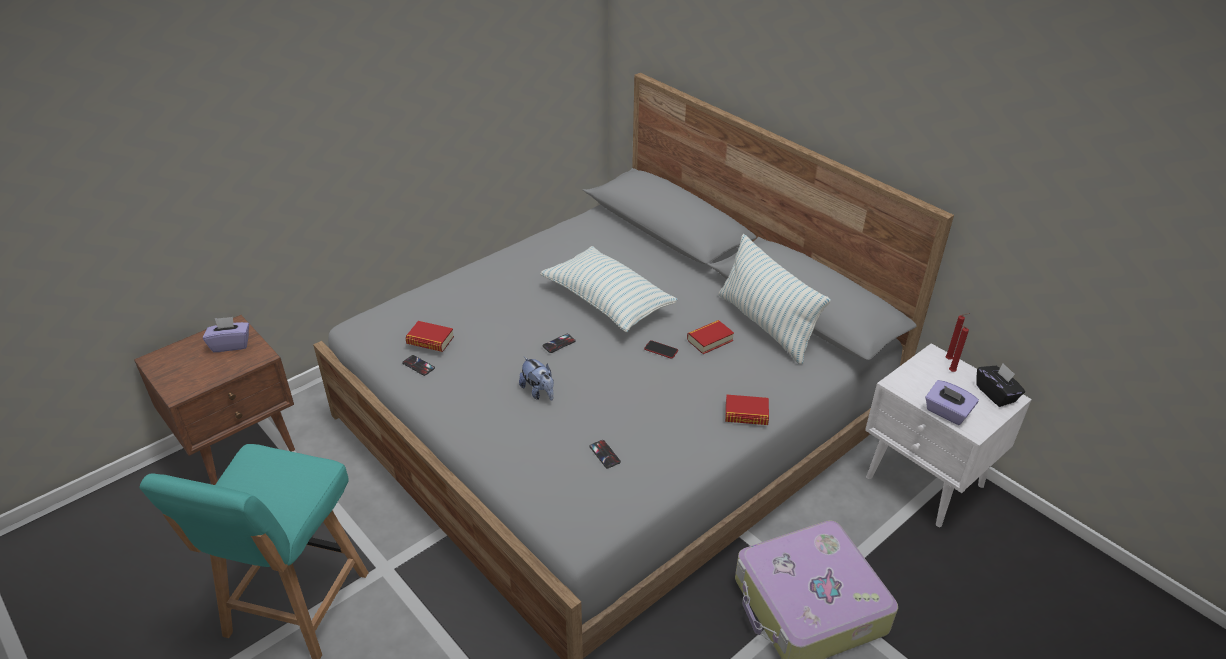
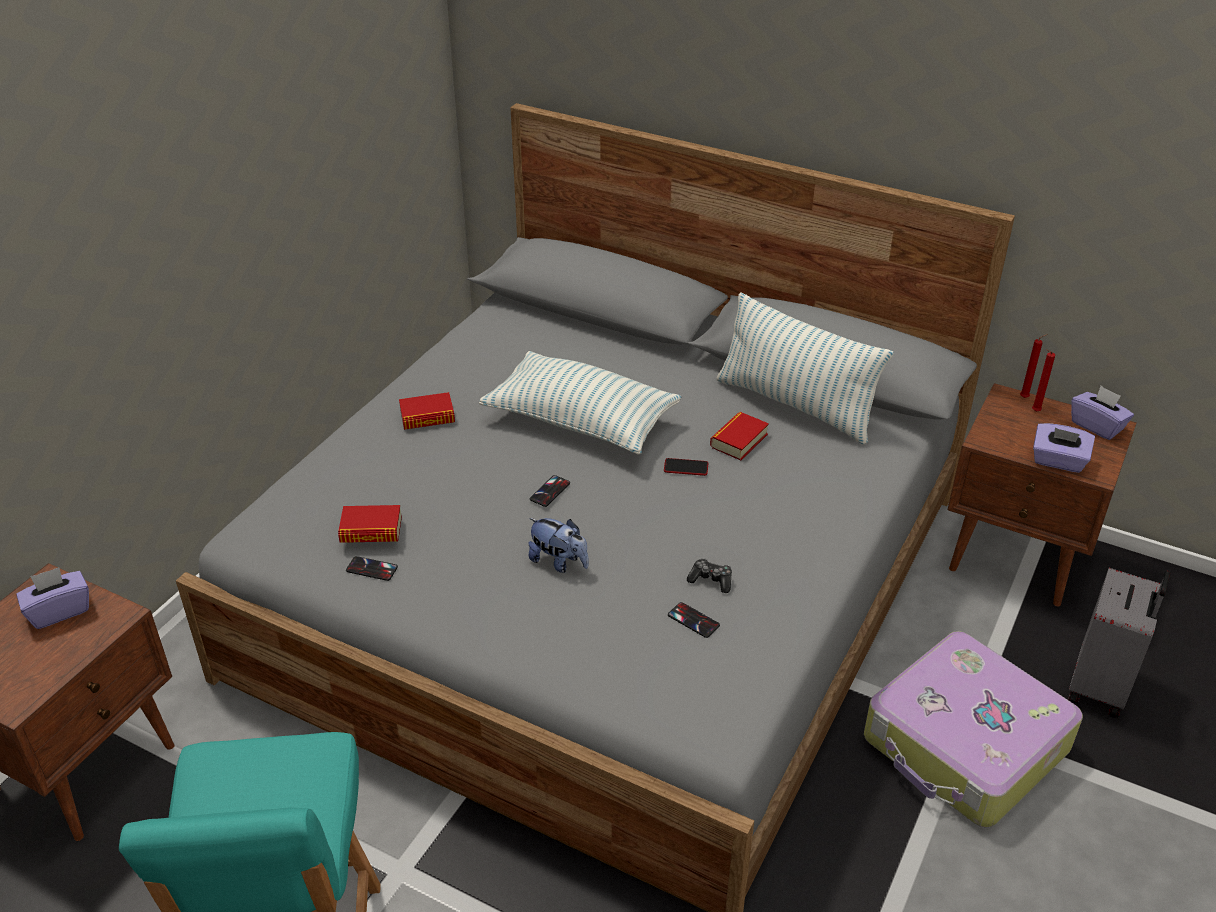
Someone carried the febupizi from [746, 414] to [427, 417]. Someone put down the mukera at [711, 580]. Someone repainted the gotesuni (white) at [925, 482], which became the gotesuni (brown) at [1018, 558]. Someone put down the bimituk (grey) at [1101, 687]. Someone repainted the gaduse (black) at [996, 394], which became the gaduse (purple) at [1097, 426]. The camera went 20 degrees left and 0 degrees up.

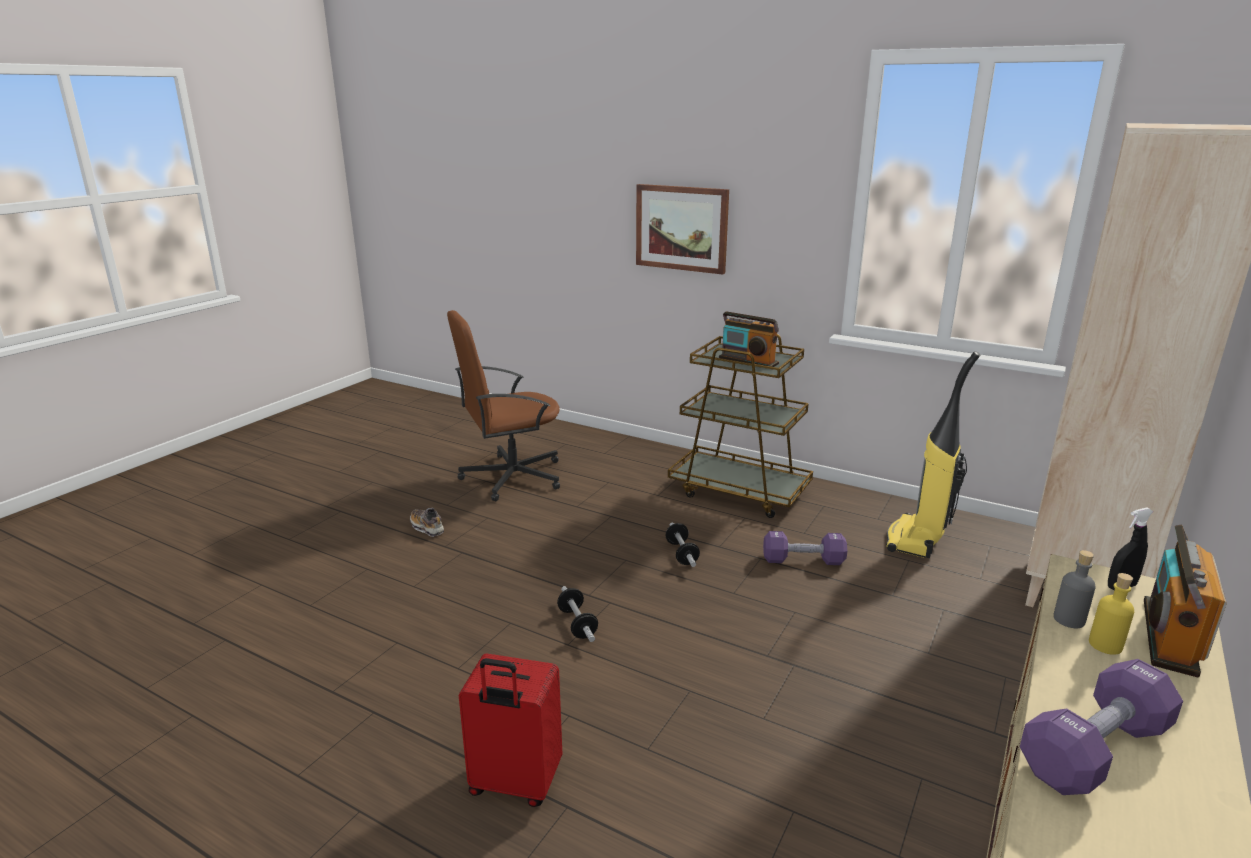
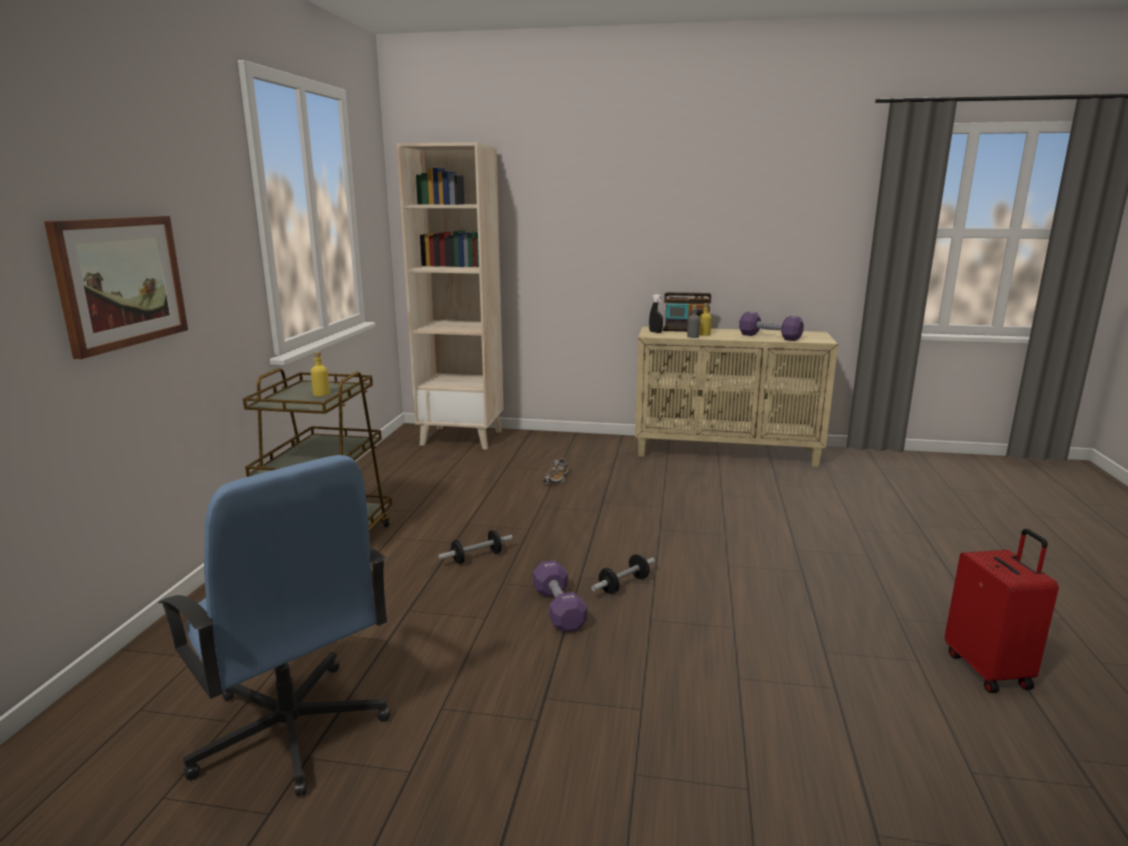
Someone repainted the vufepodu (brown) at [511, 477], which became the vufepodu (blue) at [290, 731]. Someone swapped the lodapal at [748, 361] for the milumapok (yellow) at [321, 394]. Someone carried the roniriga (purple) from [803, 560] to [558, 609]. Someone carried the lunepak from [427, 528] to [556, 479]. Someone carried the bimituk (red) from [514, 784] to [989, 670]. Someone took away the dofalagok at [916, 540]. The camera went 110 degrees left and 5 degrees down.

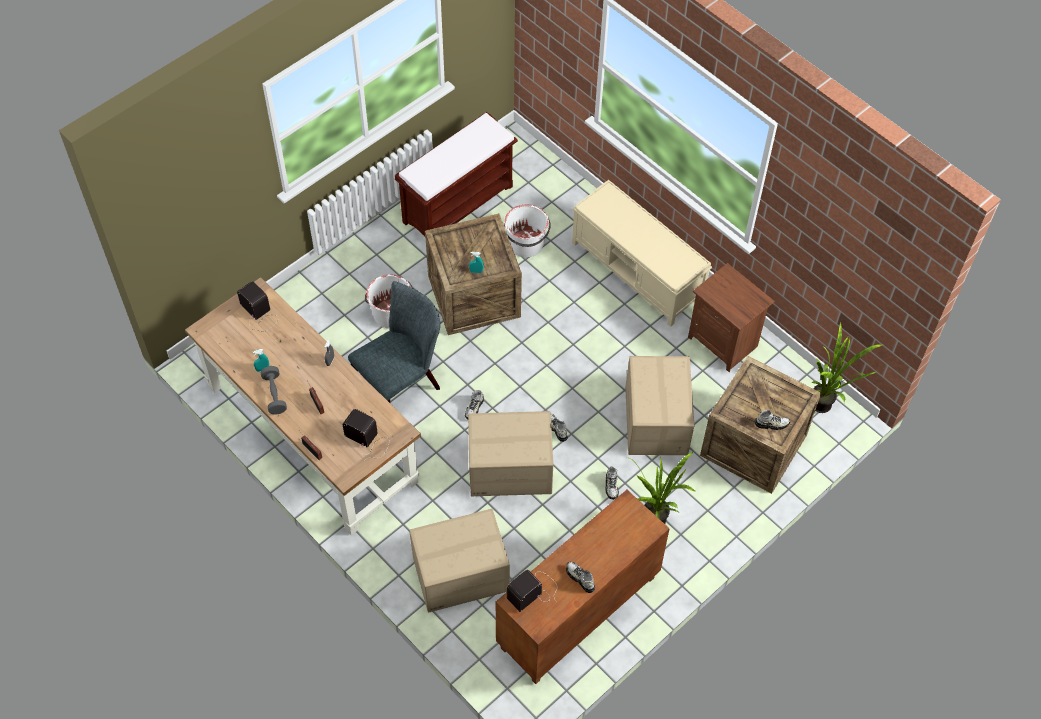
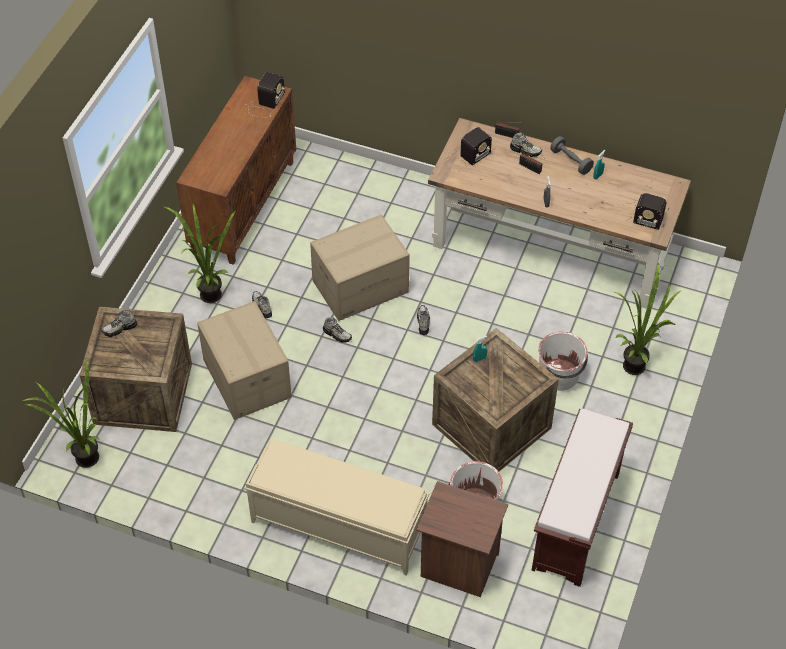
Someone carried the gotesuni (brown) from [724, 341] to [458, 566]. Someone rotated the lodapal at [368, 440] by 45 degrees counterclockwise. Someone carried the lunepak from [580, 578] to [525, 150]. Someone put down the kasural at [637, 364]. Someone took away the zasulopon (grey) at [401, 385]. Someone took away the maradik at [460, 575]. The camera went 155 degrees right and 5 degrees down.

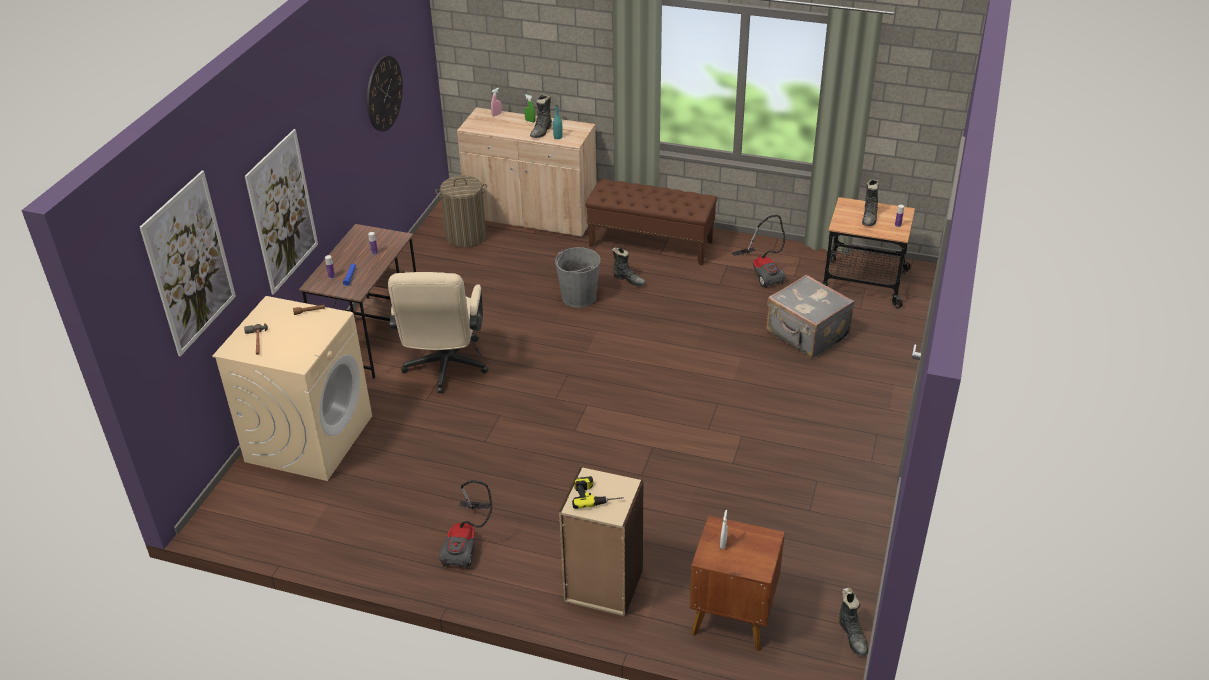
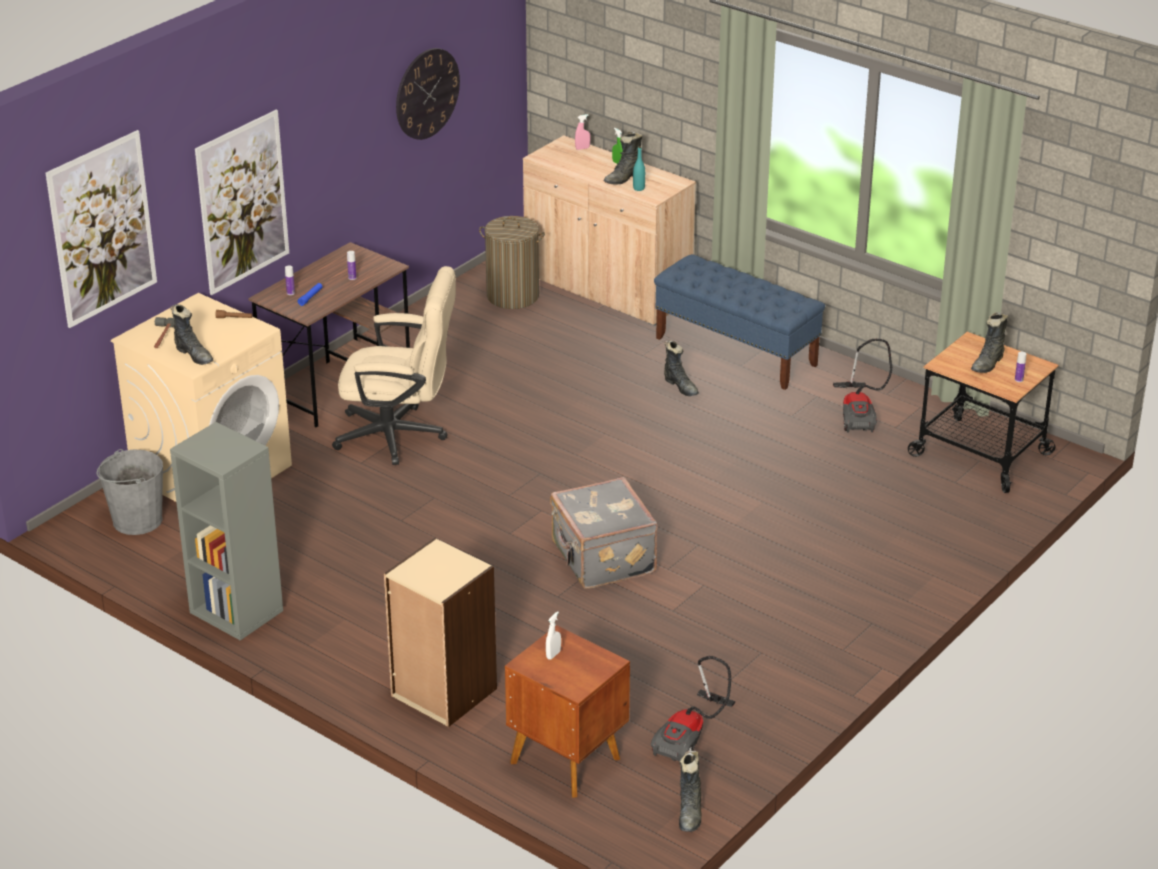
Someone carried the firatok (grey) from [578, 297] to [137, 520]. Someone put down the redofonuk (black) at [194, 355]. Someone put down the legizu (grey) at [235, 612]. Someone rotated the vufepodu (beige) at [444, 369] by 105 degrees counterclockwise. Someone carried the bimituk (grey) from [806, 335] to [601, 559]. Someone carried the dofalagok from [467, 542] to [691, 737]. Someone repainted the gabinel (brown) at [651, 244], which became the gabinel (blue) at [736, 352]. Someone took away the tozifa at [596, 495]. The camera went 20 degrees right and 5 degrees down.

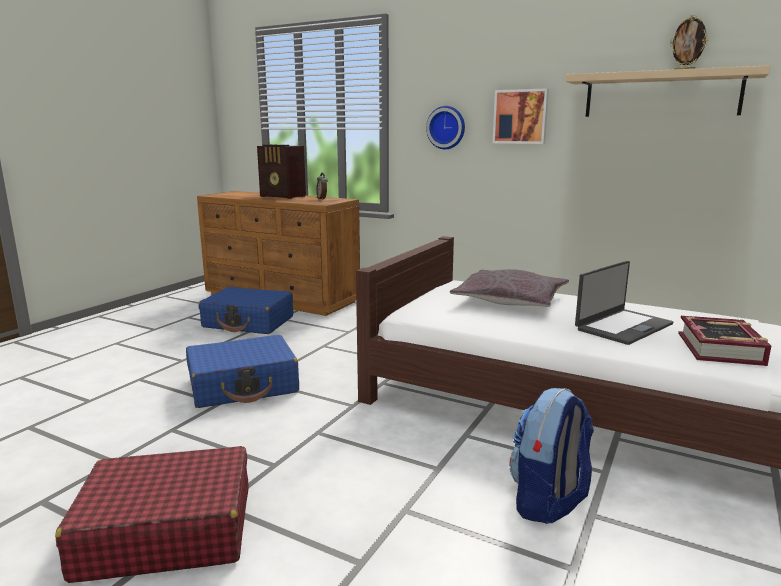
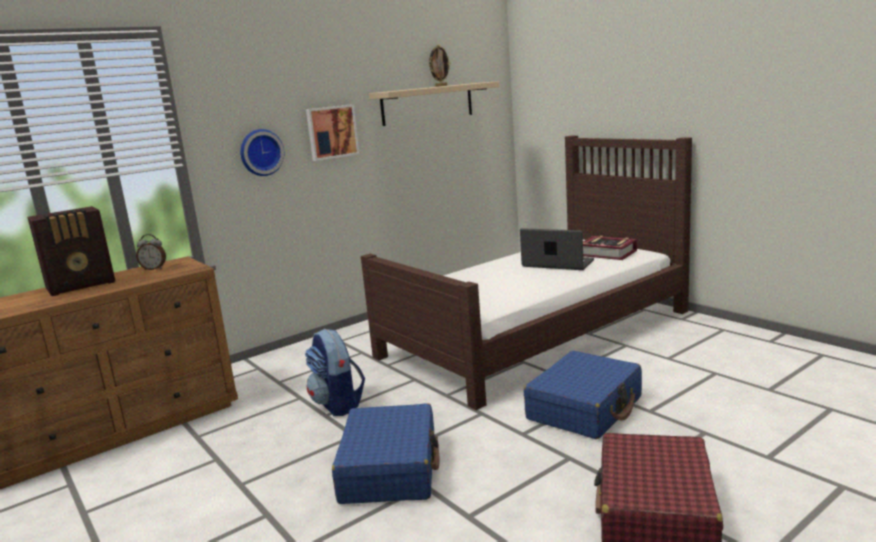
Someone carried the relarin from [548, 501] to [338, 404]. Someone rotated the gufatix at [622, 326] by 45 degrees counterclockwise. Someone carried the bimituk (blue) from [248, 322] to [585, 408]. Someone took away the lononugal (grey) at [510, 300]. The camera went 65 degrees left and 0 degrees up.

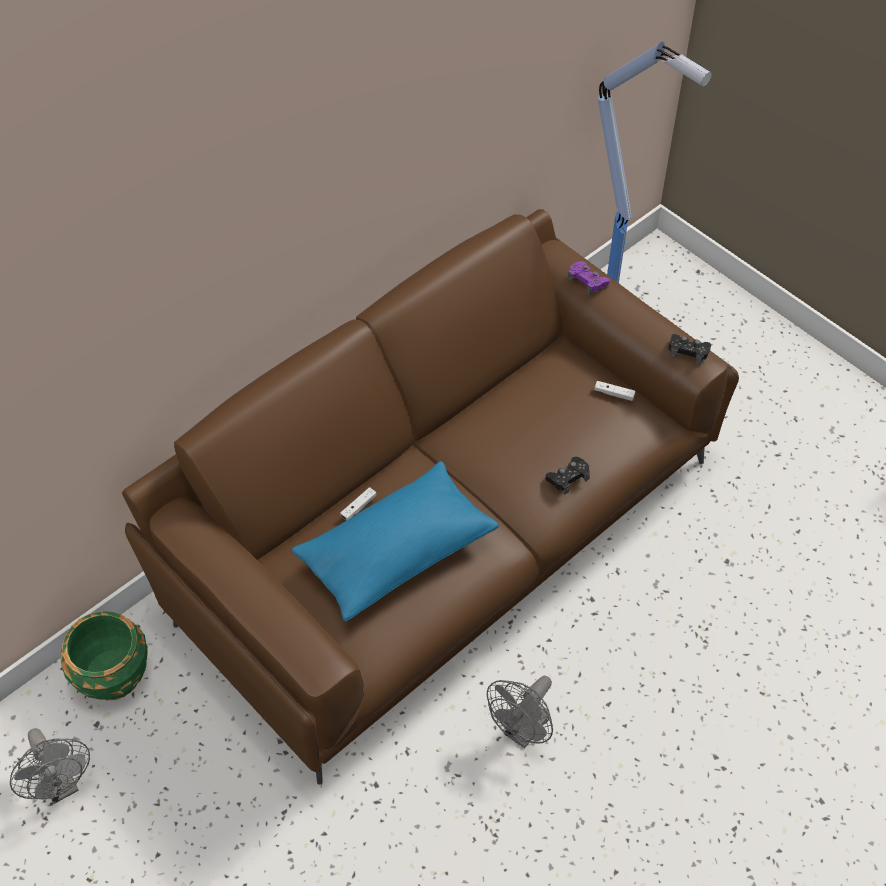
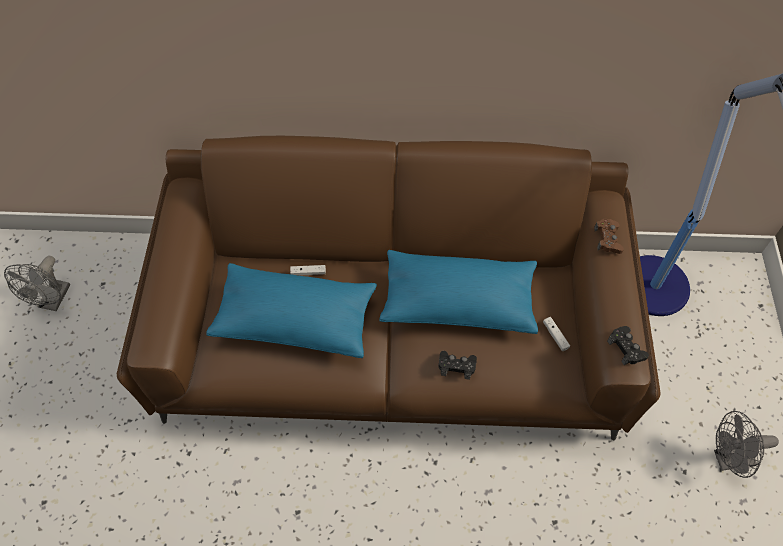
Someone put down the lononugal (blue) at [458, 302]. Someone repainted the mukera (purple) at [587, 281], which became the mukera (brown) at [608, 239]. Someone carried the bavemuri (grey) from [522, 732] to [728, 460]. Someone took away the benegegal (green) at [113, 675]. The camera went 45 degrees right and 5 degrees up.

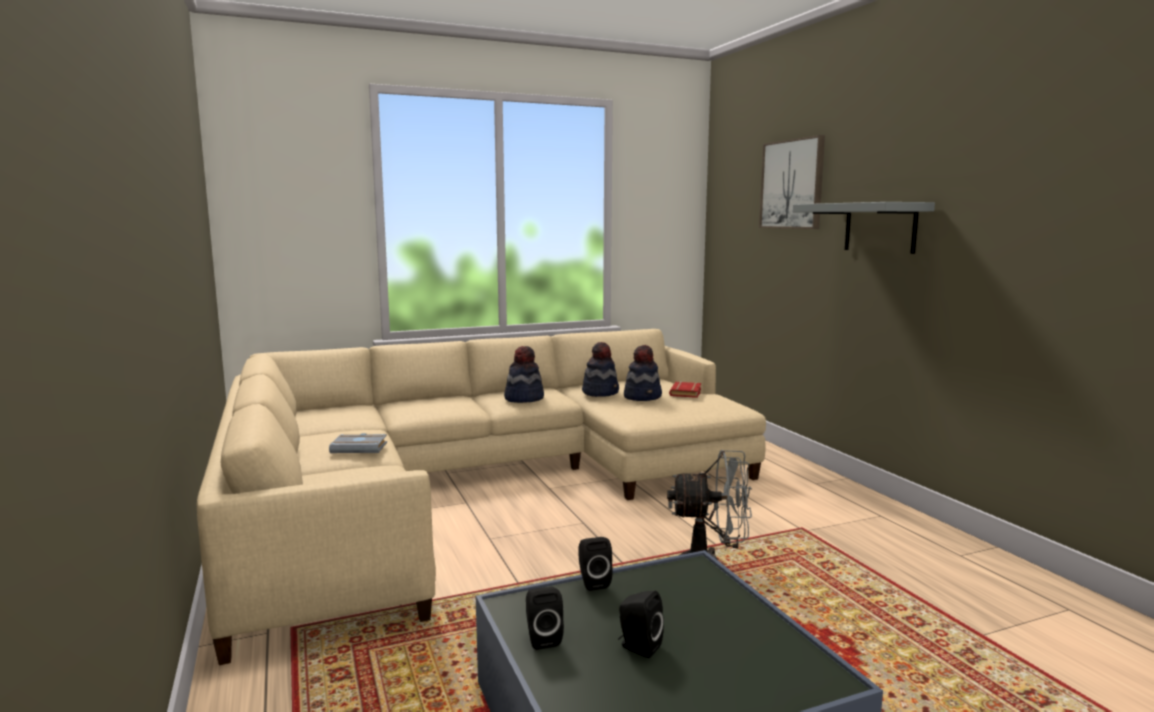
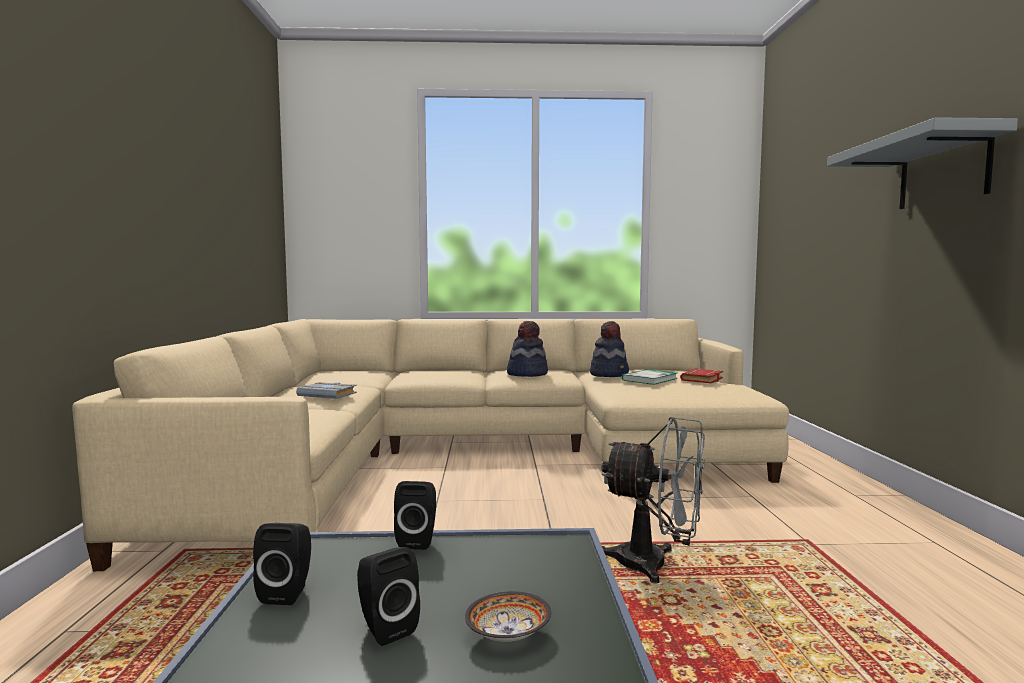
Someone put down the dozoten at [508, 636]. Someone swapped the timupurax at [643, 397] for the febupizi at [650, 379]. Someone took away the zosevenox at [792, 184]. The camera went 20 degrees right and 5 degrees down.

